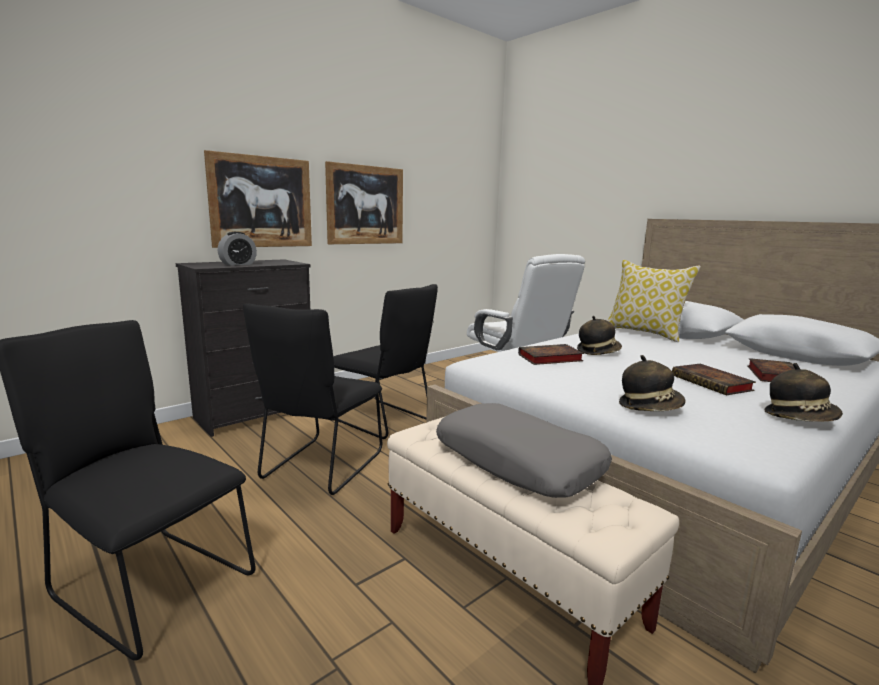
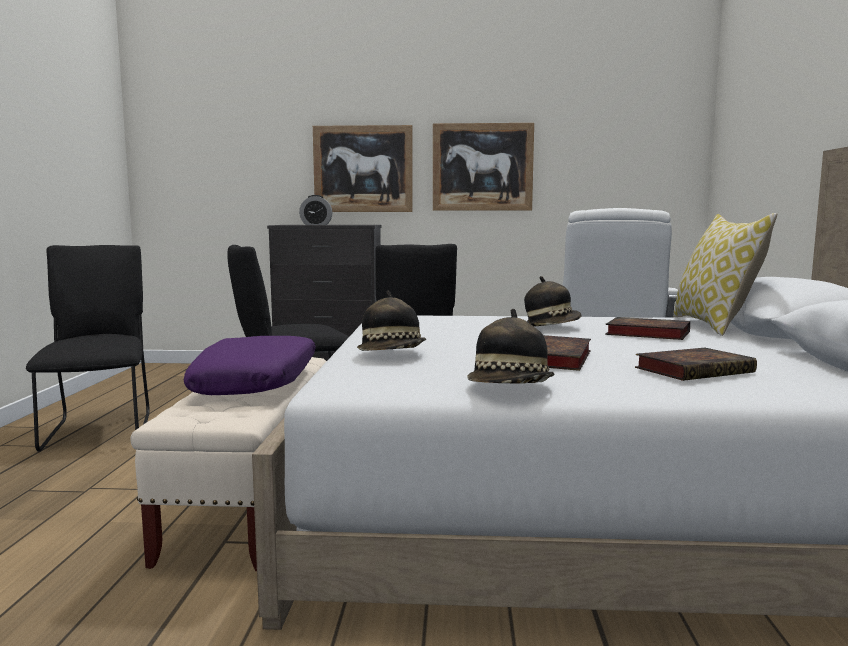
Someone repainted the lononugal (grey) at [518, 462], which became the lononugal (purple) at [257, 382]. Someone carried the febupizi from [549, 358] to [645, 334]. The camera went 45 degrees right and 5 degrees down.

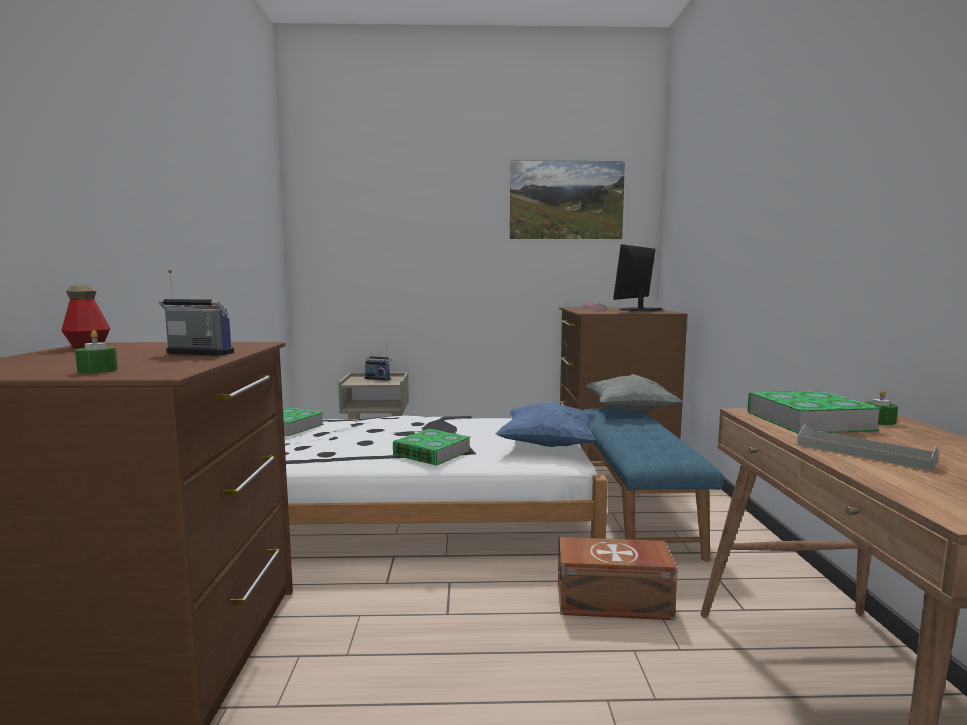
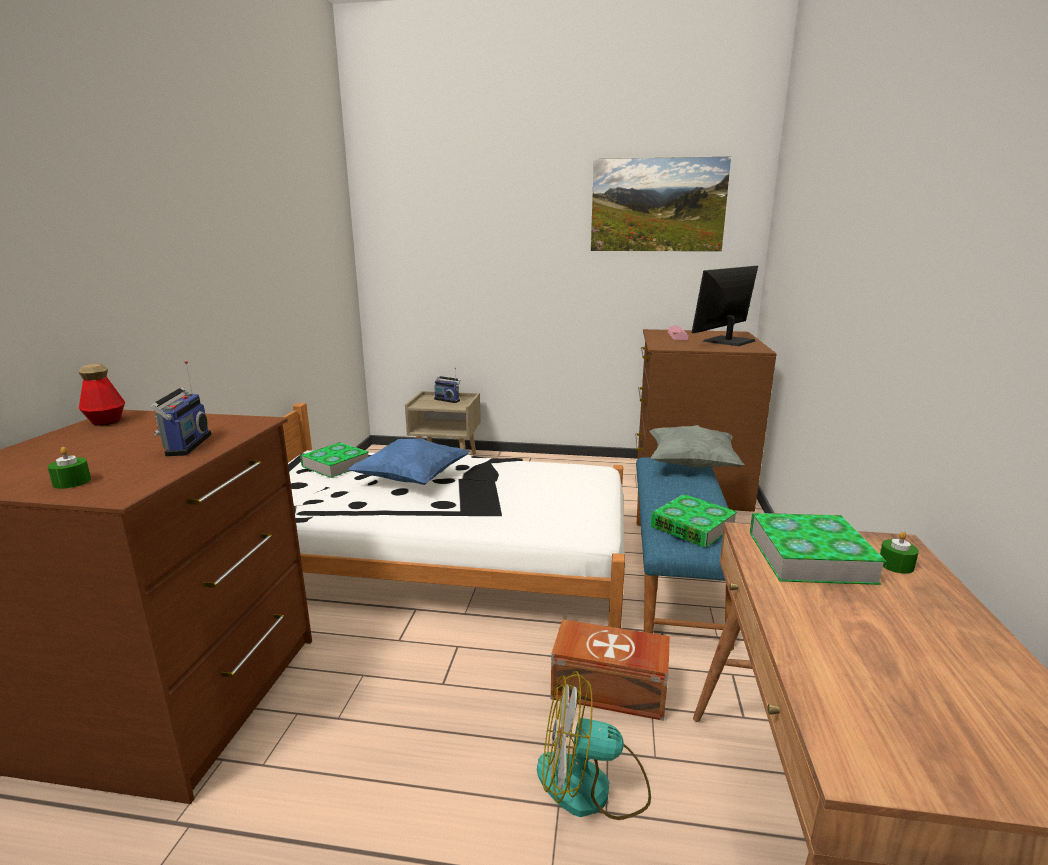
Someone rotated the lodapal at [197, 353] by 60 degrees clockwise. Someone carried the lononugal (blue) from [548, 446] to [412, 479]. Someone put down the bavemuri at [591, 785]. Someone carried the febupizi from [432, 453] to [692, 526]. Someone took away the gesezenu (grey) at [863, 453]. The camera went 10 degrees right and 10 degrees up.

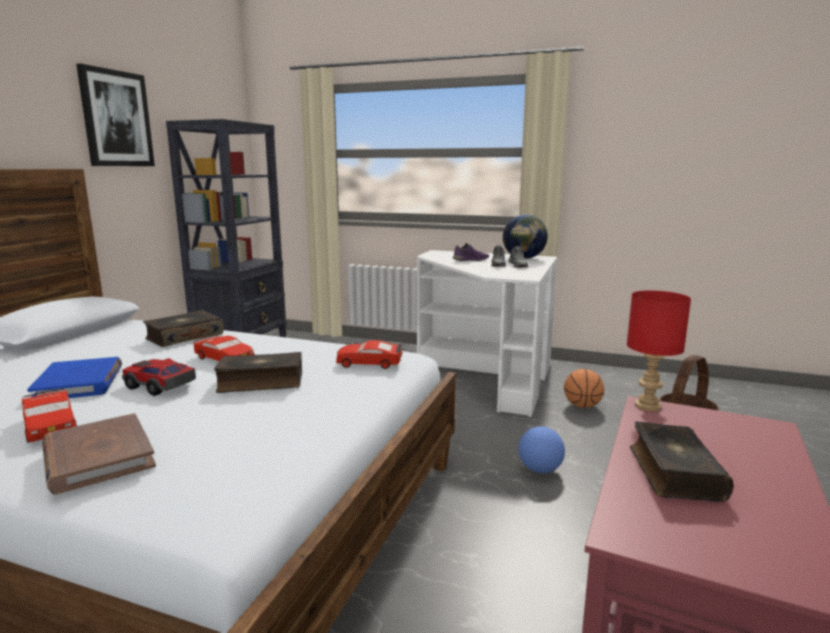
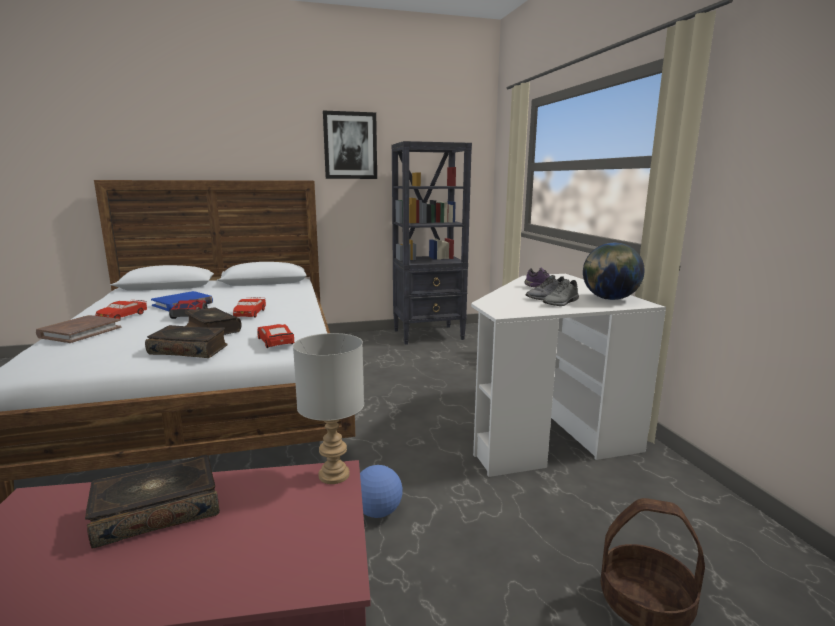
Someone carried the febupizi from [184, 337] to [189, 350]. Someone repainted the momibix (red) at [647, 405], which became the momibix (grey) at [335, 474]. Someone took away the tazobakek at [582, 406]. The camera went 55 degrees right and 0 degrees up.

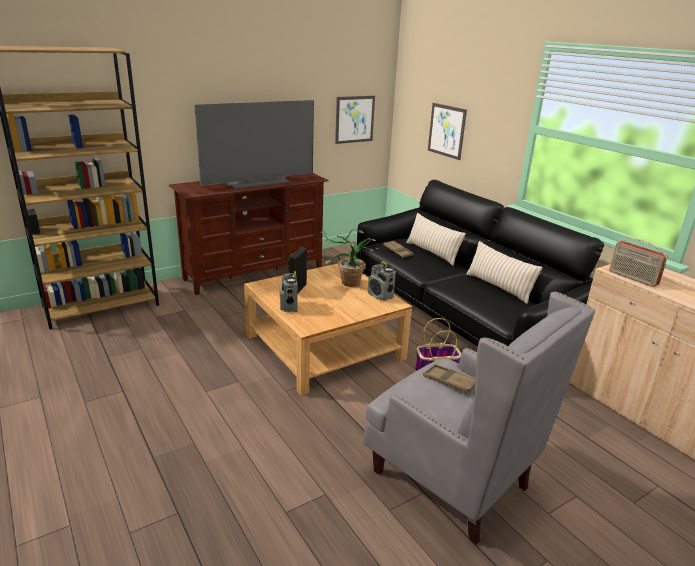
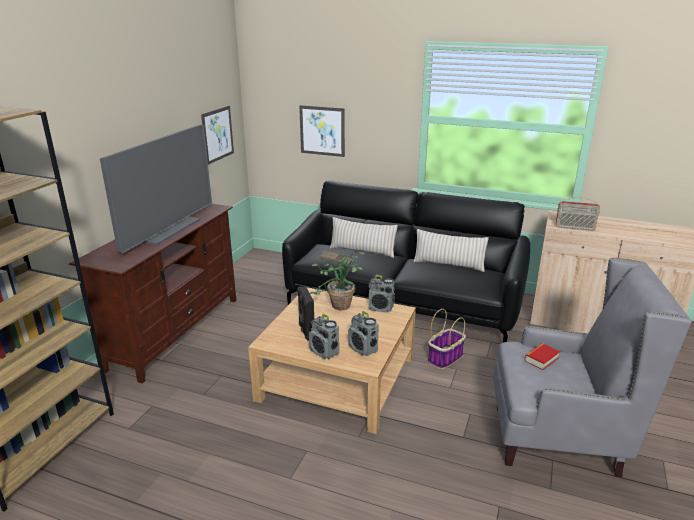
Someone put down the lodapal at [363, 349]. Someone swapped the gesezenu (brown) at [450, 381] for the febupizi at [541, 359]. The camera went 35 degrees left and 0 degrees up.

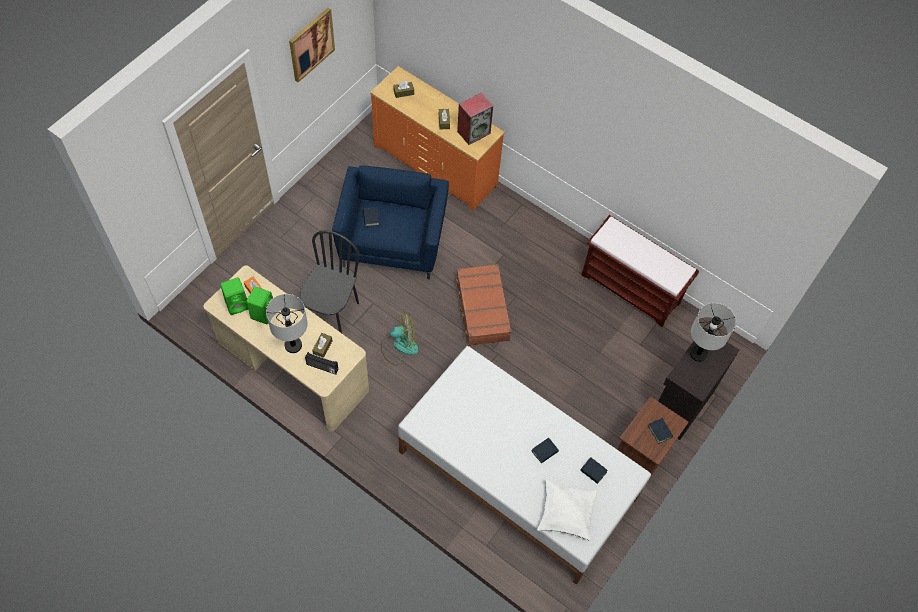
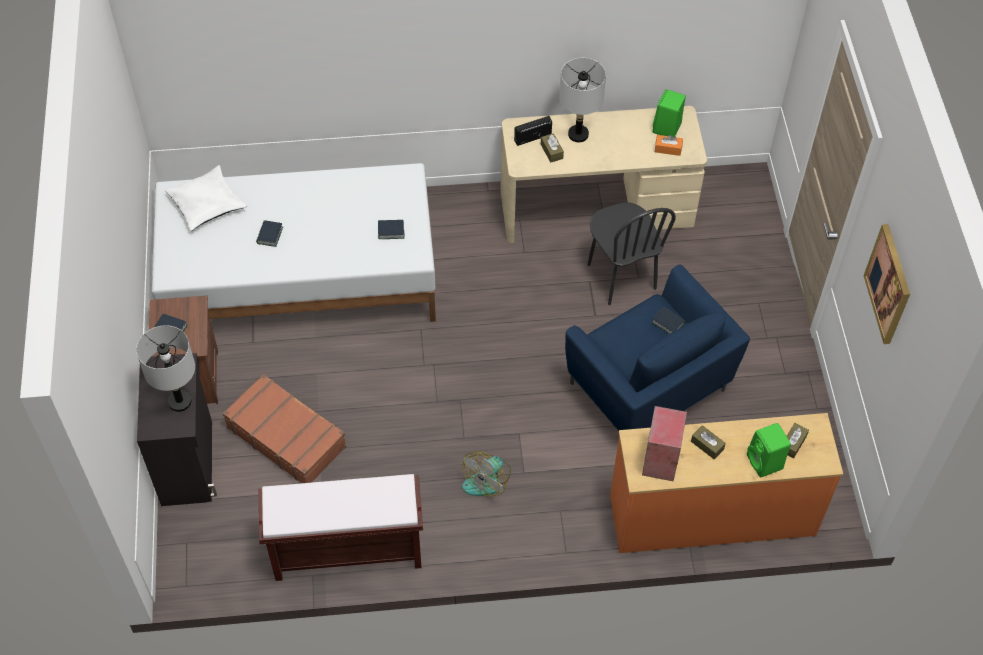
Someone carried the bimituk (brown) from [482, 309] to [286, 436]. Someone carried the febupizi from [593, 471] to [391, 231]. Someone carried the bavemuri from [399, 346] to [487, 479]. Someone carried the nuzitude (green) from [263, 312] to [765, 463]. The camera went 140 degrees right and 5 degrees down.

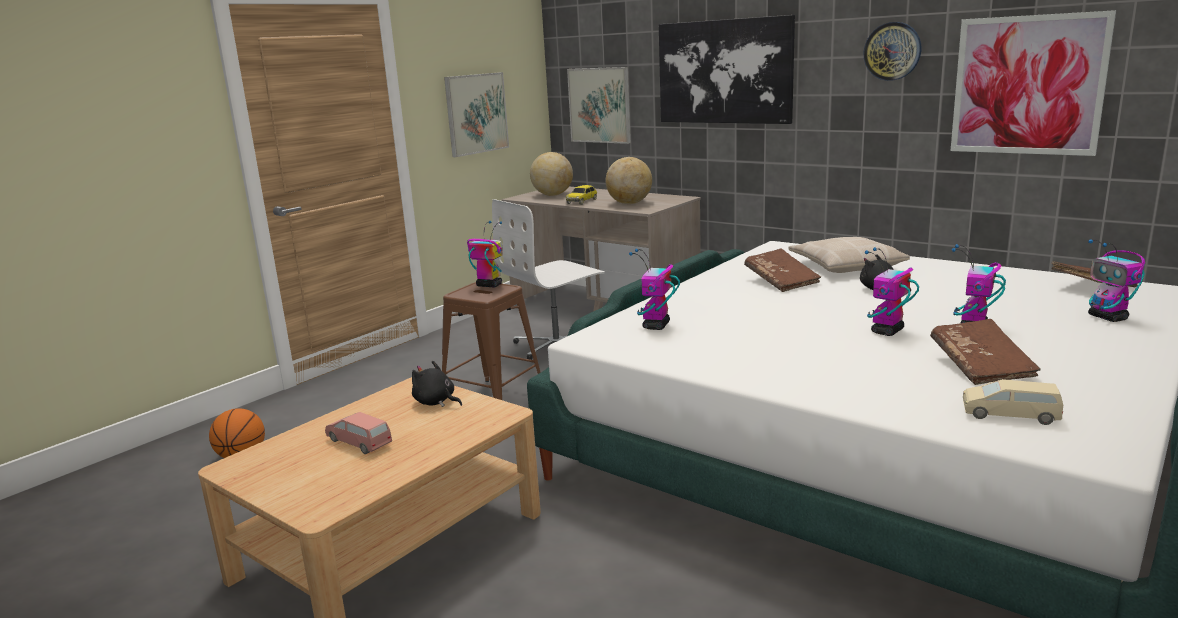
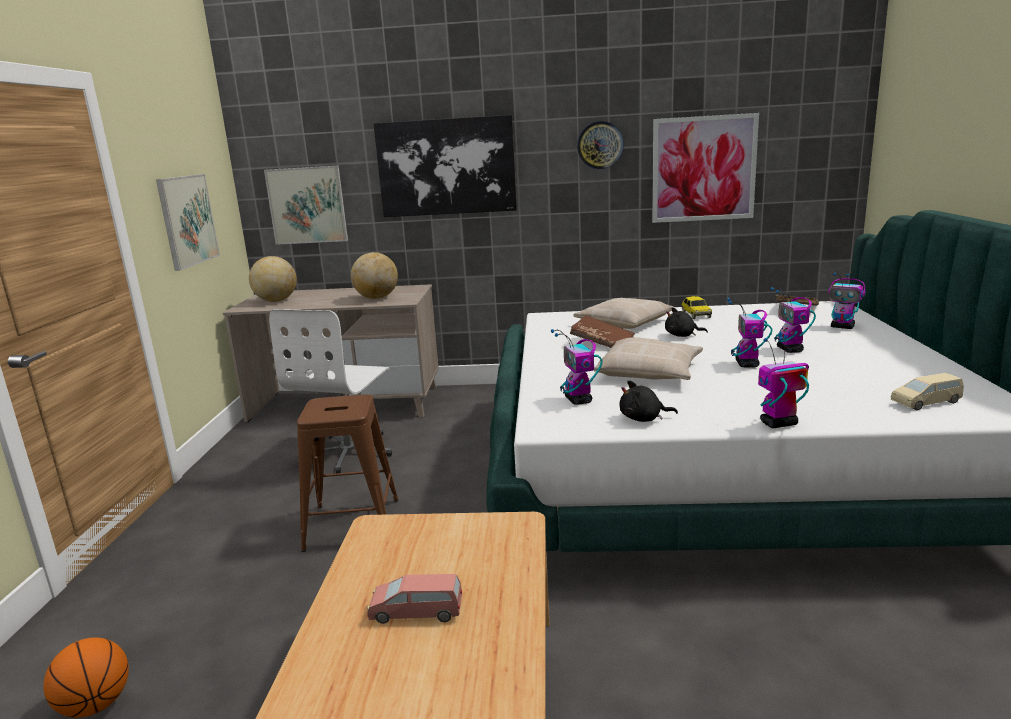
Someone put down the lononugal (beige) at [650, 372]. Someone carried the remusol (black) from [436, 402] to [643, 419]. Someone carried the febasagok from [582, 201] to [696, 314]. Someone carried the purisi from [488, 285] to [778, 424]. Someone took away the febupizi (brown) at [981, 366]. The camera went 35 degrees left and 0 degrees up.

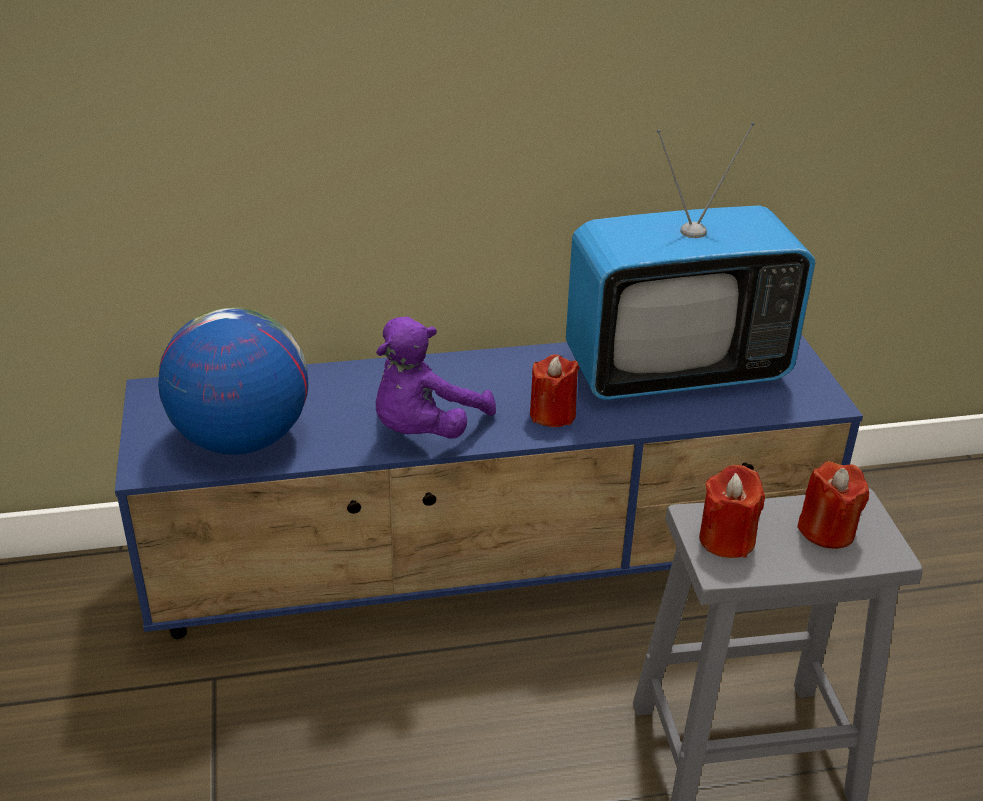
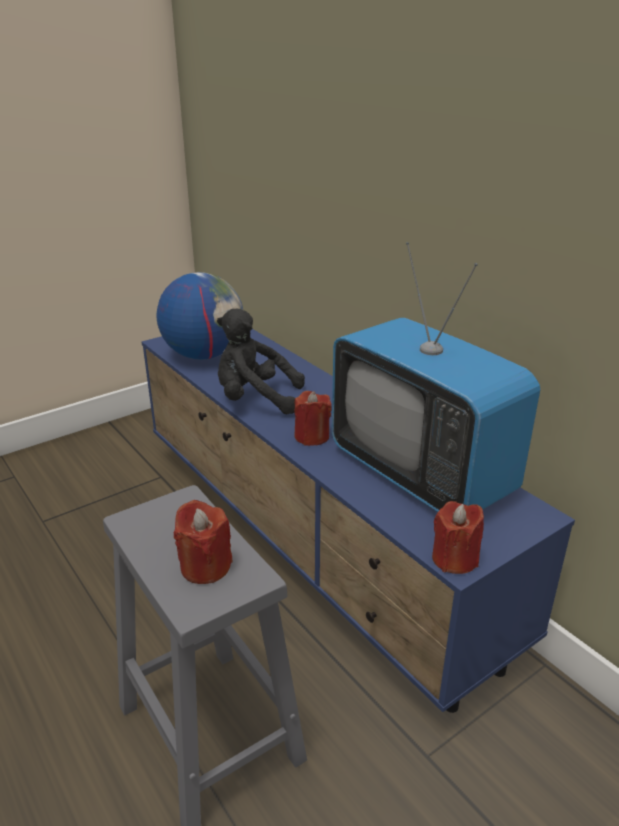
Someone repainted the remusol (purple) at [424, 430], which became the remusol (black) at [255, 399]. Someone carried the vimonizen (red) from [726, 539] to [454, 559]. The camera went 65 degrees right and 5 degrees down.

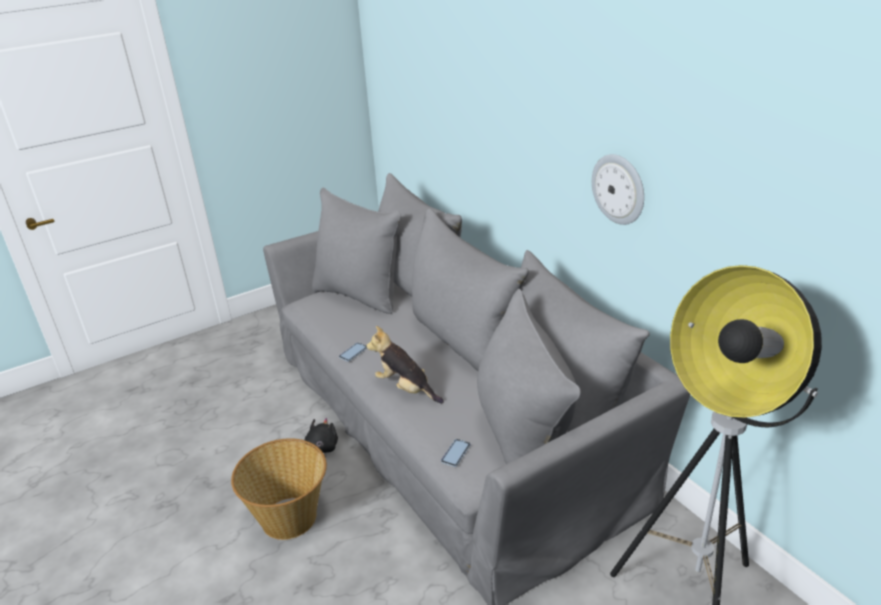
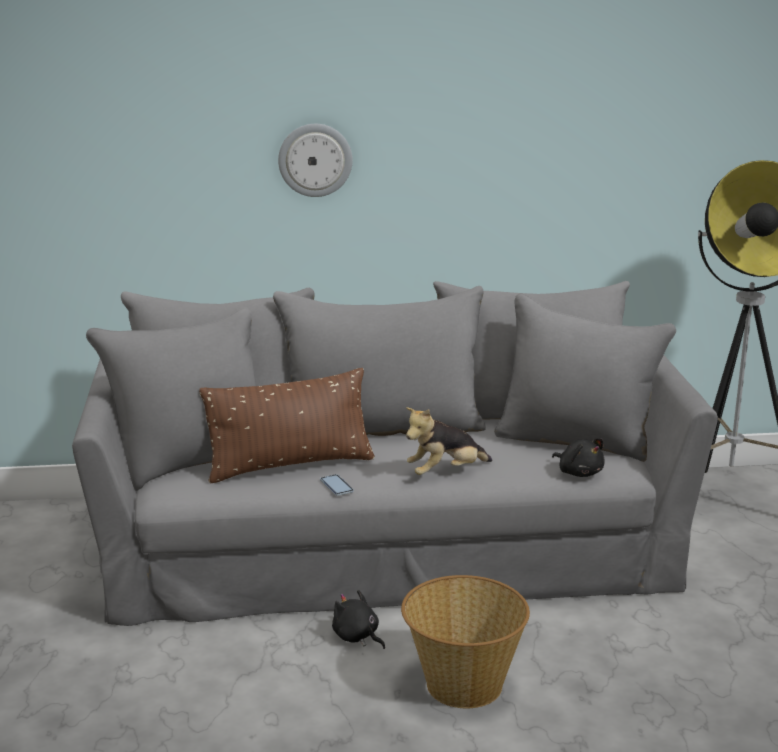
Someone put down the lononugal (brown) at [290, 466]. Someone carried the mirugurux from [619, 189] to [315, 160]. Someone swapped the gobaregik at [456, 453] for the remusol (black) at [579, 472]. The camera went 65 degrees left and 10 degrees down.

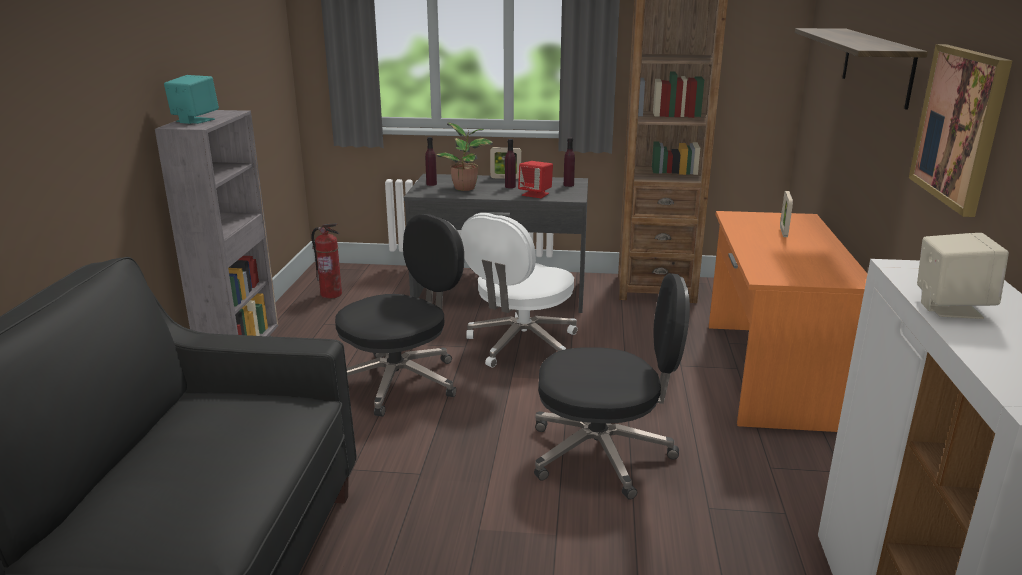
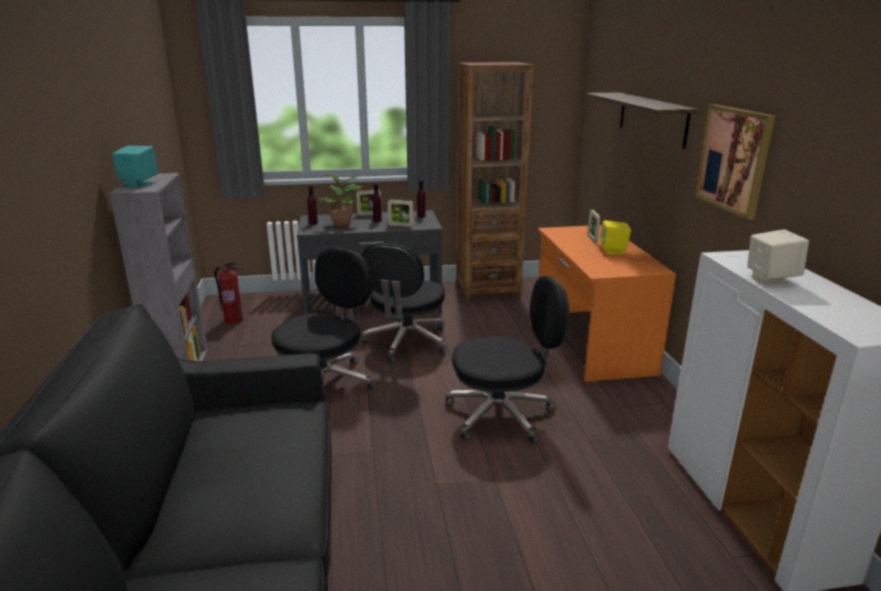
Someone repainted the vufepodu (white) at [521, 344], which became the vufepodu (black) at [406, 342]. Someone swapped the nuzitude (red) at [535, 194] for the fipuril at [400, 225]. Someone put down the nuzitude (yellow) at [613, 251]. The camera went 15 degrees left and 0 degrees up.

